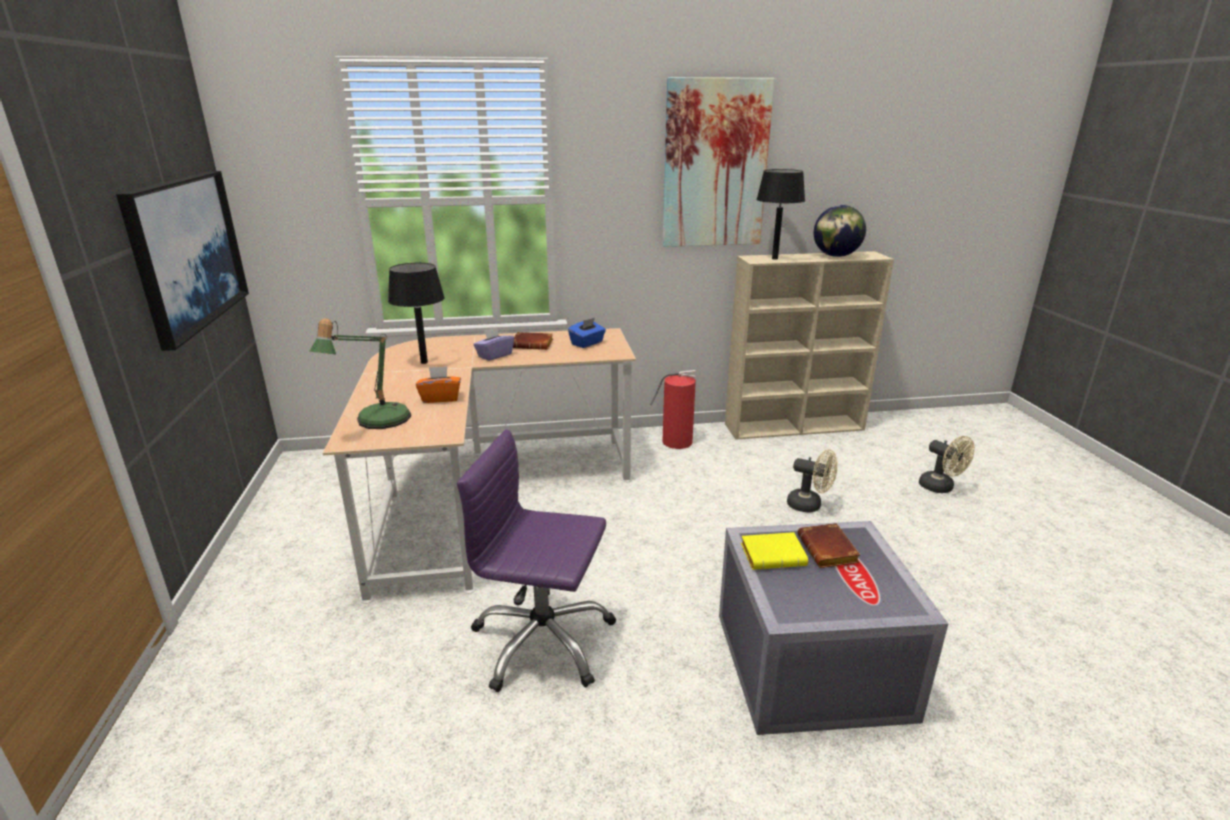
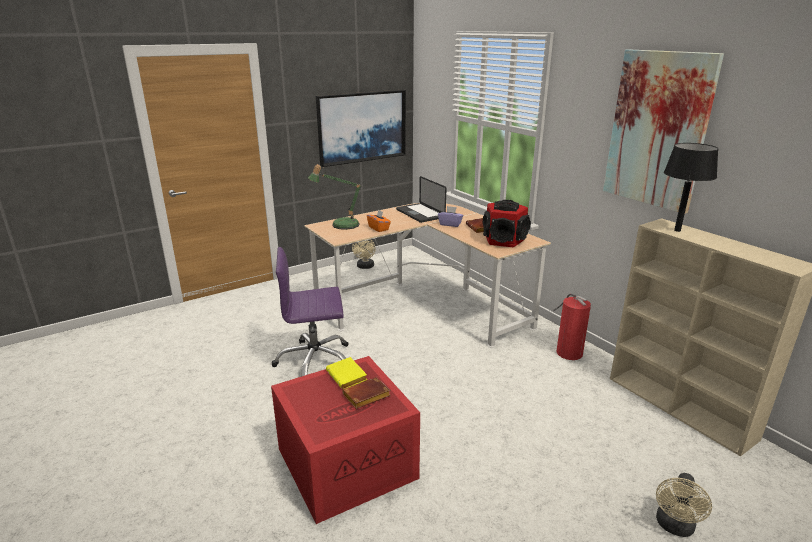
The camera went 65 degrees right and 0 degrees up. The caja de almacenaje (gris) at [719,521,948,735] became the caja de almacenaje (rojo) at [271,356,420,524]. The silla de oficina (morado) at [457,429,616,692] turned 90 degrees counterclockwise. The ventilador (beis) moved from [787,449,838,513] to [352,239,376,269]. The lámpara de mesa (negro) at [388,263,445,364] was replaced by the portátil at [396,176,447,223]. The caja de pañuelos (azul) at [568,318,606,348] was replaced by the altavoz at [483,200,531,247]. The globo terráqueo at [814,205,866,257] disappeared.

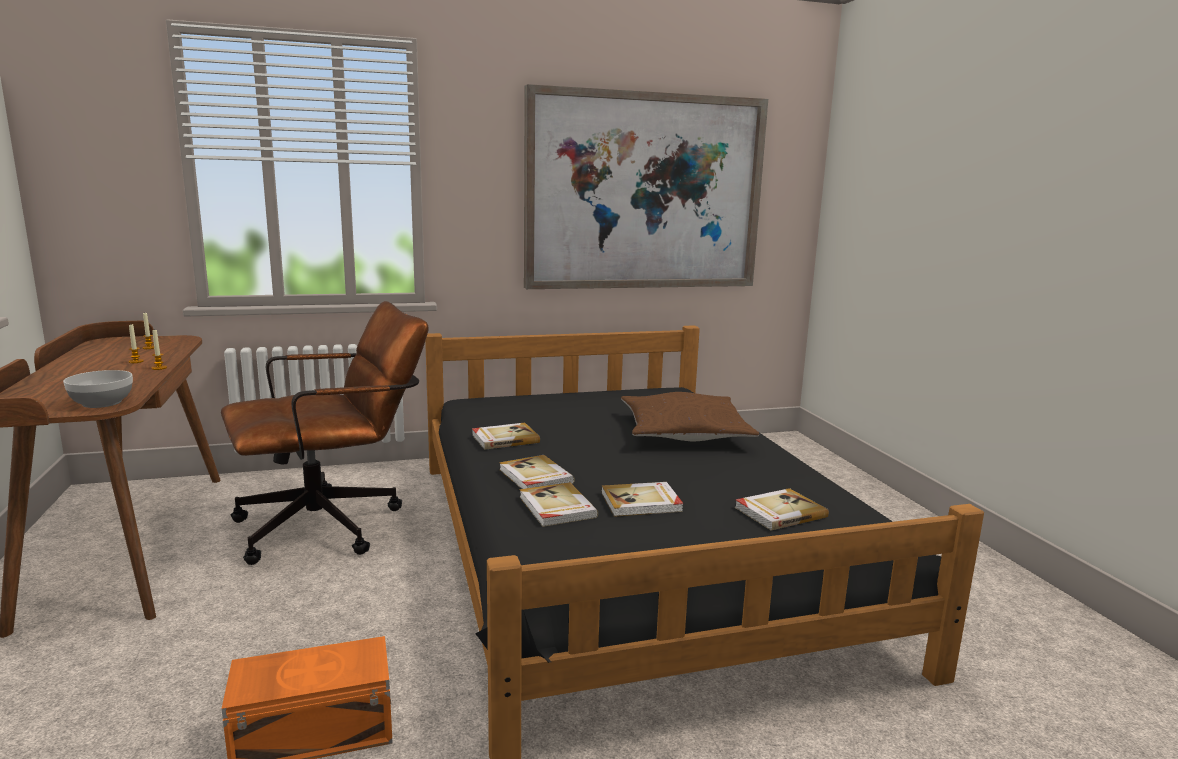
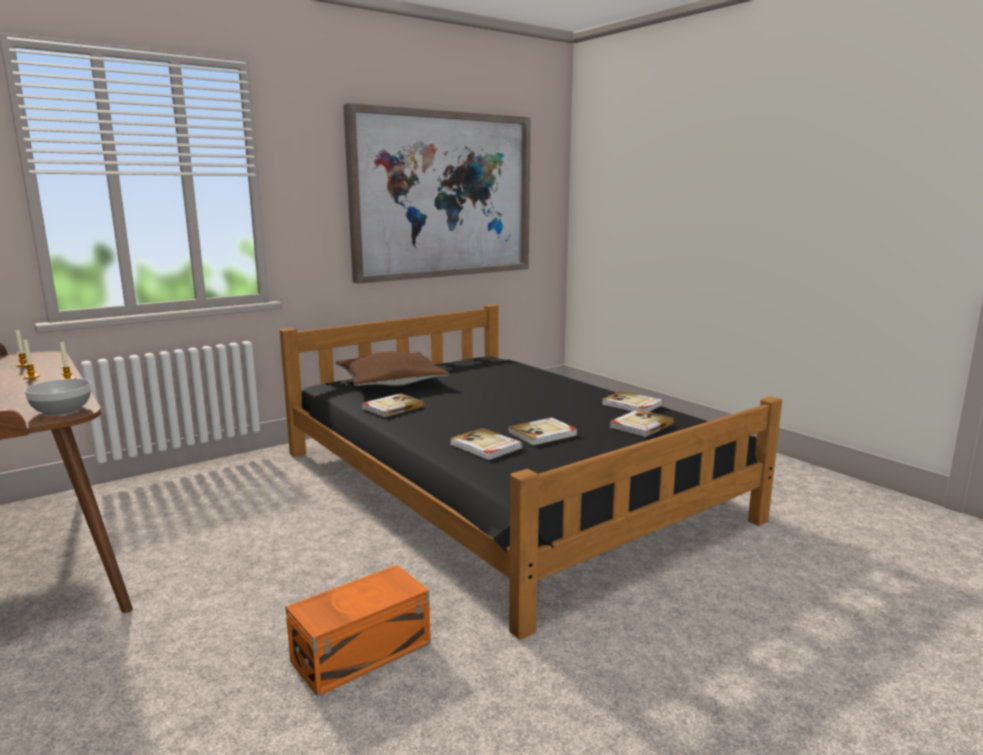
The camera went 20 degrees left and 0 degrees up. The cojín (marrón) moved from [621,392,759,441] to [335,351,450,386]. The libro moved from [499,455,575,489] to [602,391,663,412]. The silla de oficina (marrón) at [221,301,429,565] disappeared.

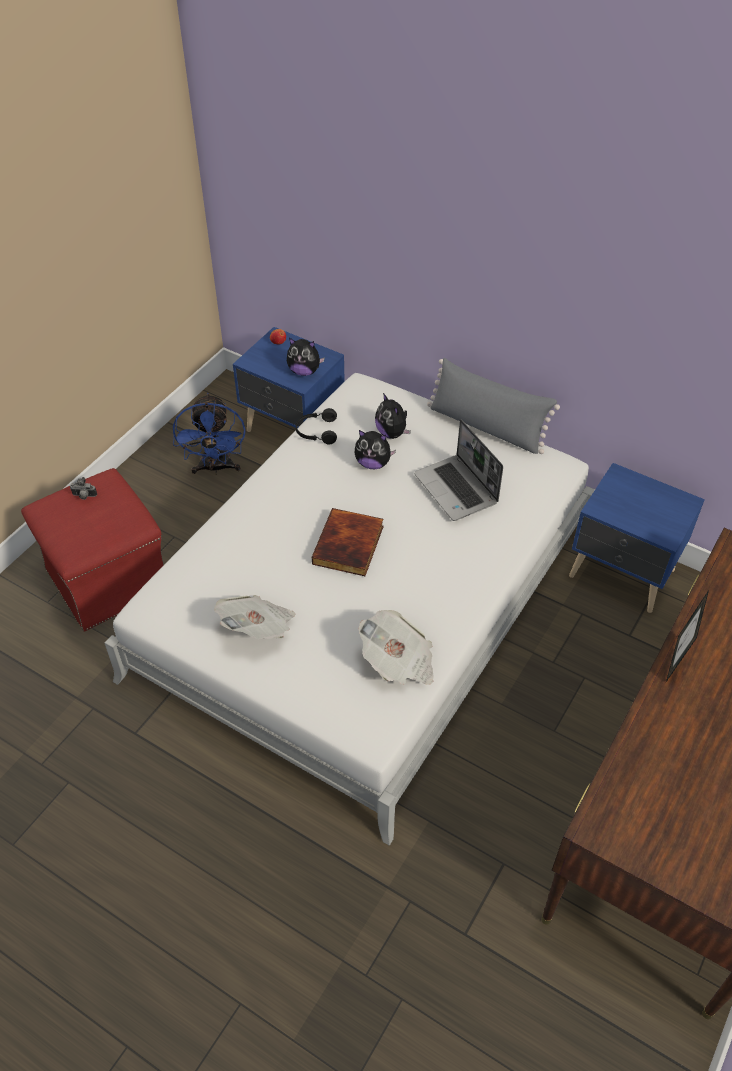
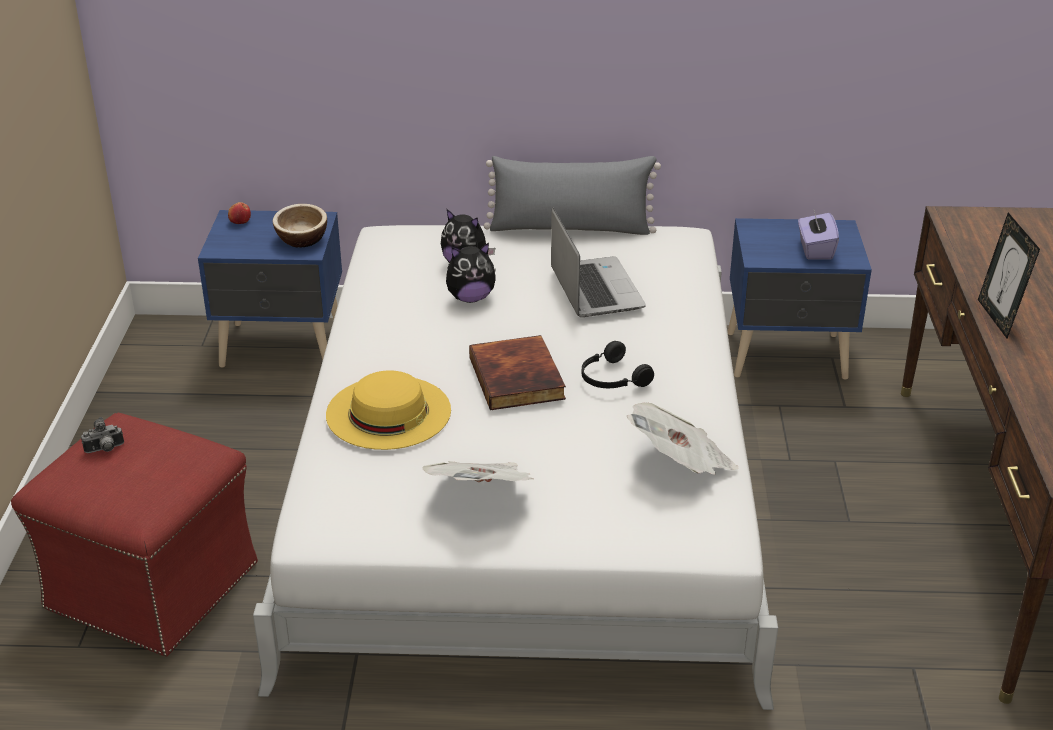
The camera went 30 degrees left and 15 degrees down. The peluche at [287,338,325,376] was replaced by the cuenco at [273,204,327,247]. The sombrero (amarillo) at [326,371,451,450] appeared. The portátil at [414,419,503,521] turned 135 degrees counterclockwise. The auriculares (negro) moved from [296,408,337,445] to [582,341,654,388]. The caja de pañuelos (morado) at [798,210,839,260] appeared. The ventilador (azul) at [173,393,246,475] disappeared.

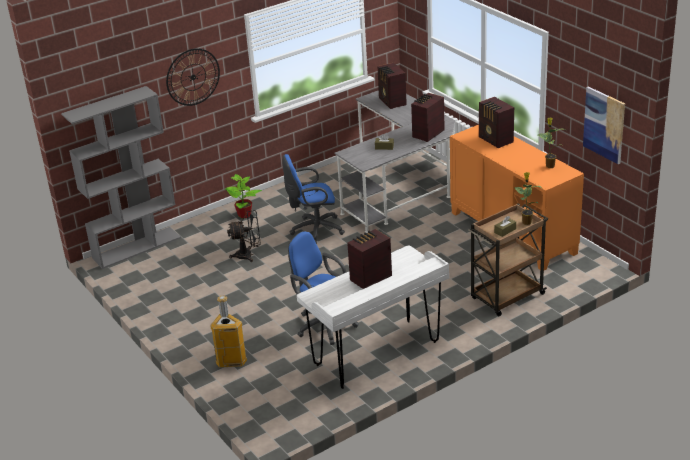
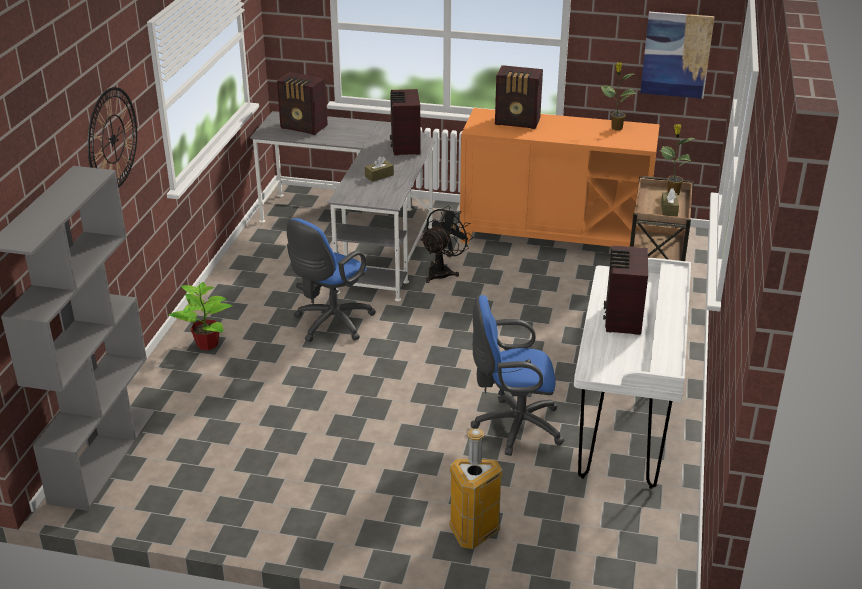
The camera went 45 degrees left and 0 degrees up. The ventilador (negro) moved from [227,210,261,262] to [421,205,473,283].

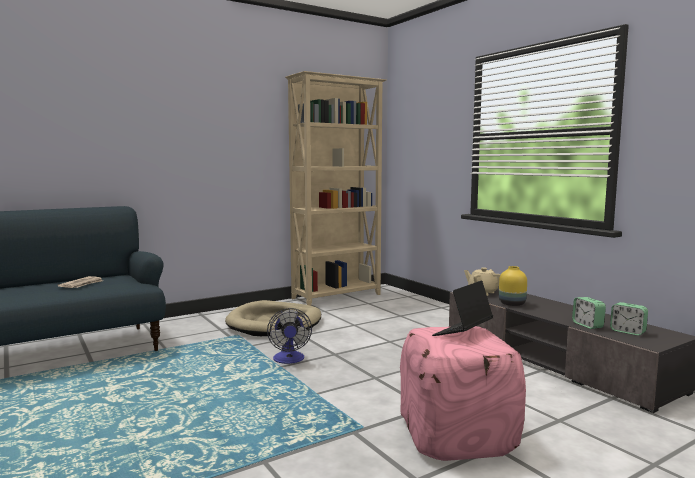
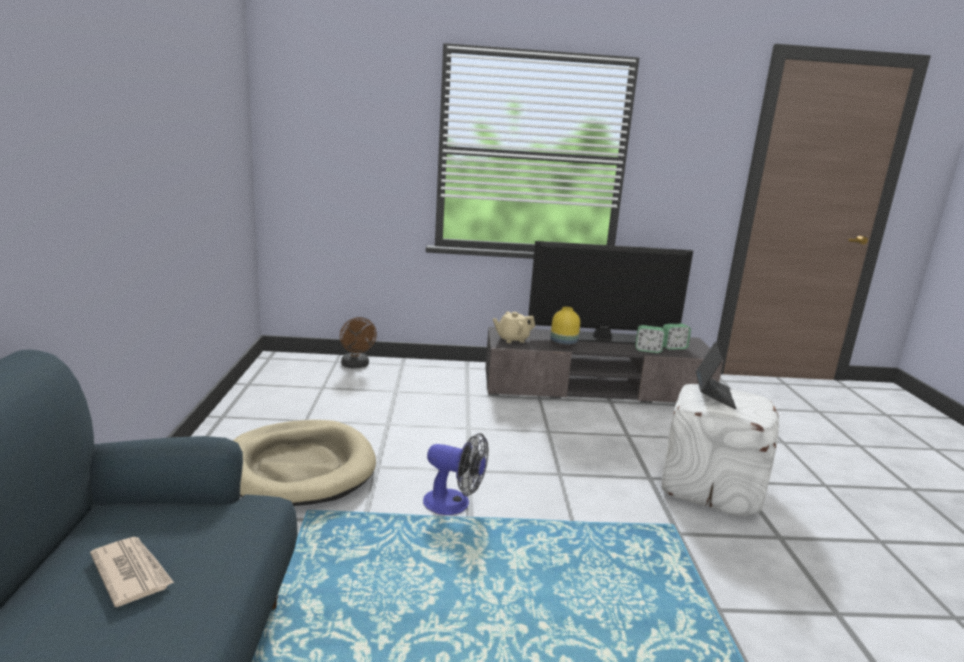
The camera went 60 degrees left and 10 degrees up. The ventilador (marrón) at [340,317,377,368] appeared. The televisor at [528,241,693,344] appeared. The puf (rosa) at [400,326,526,461] became the puf (blanco) at [661,384,779,516]. The portátil at [432,280,493,336] turned 150 degrees counterclockwise. The estantería (beis) at [285,71,386,306] disappeared.

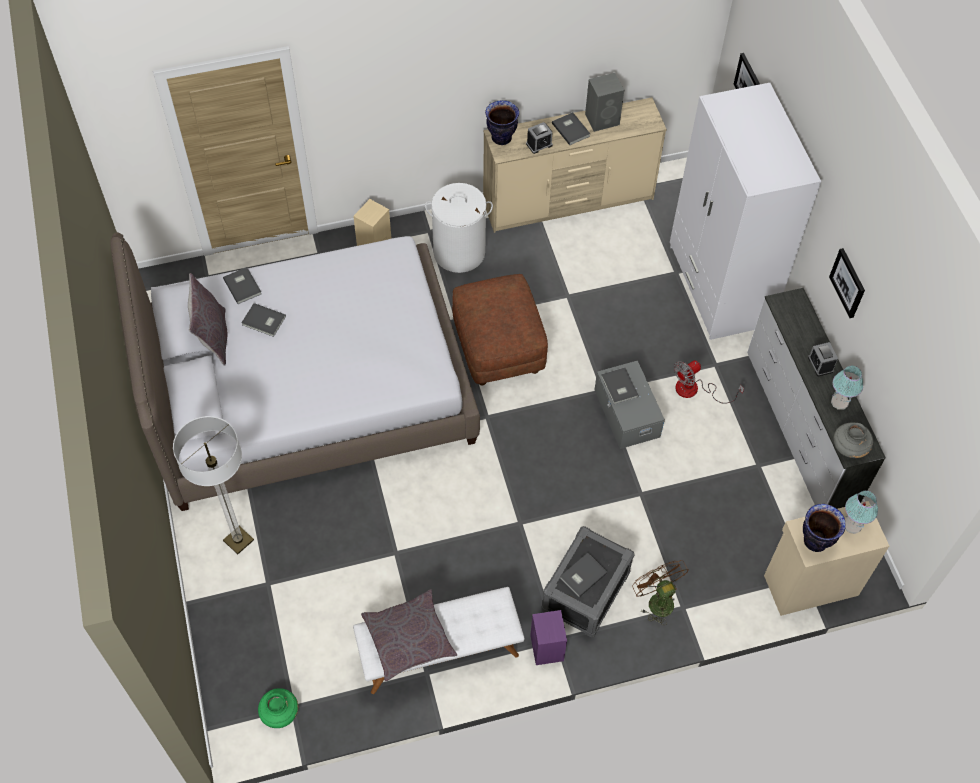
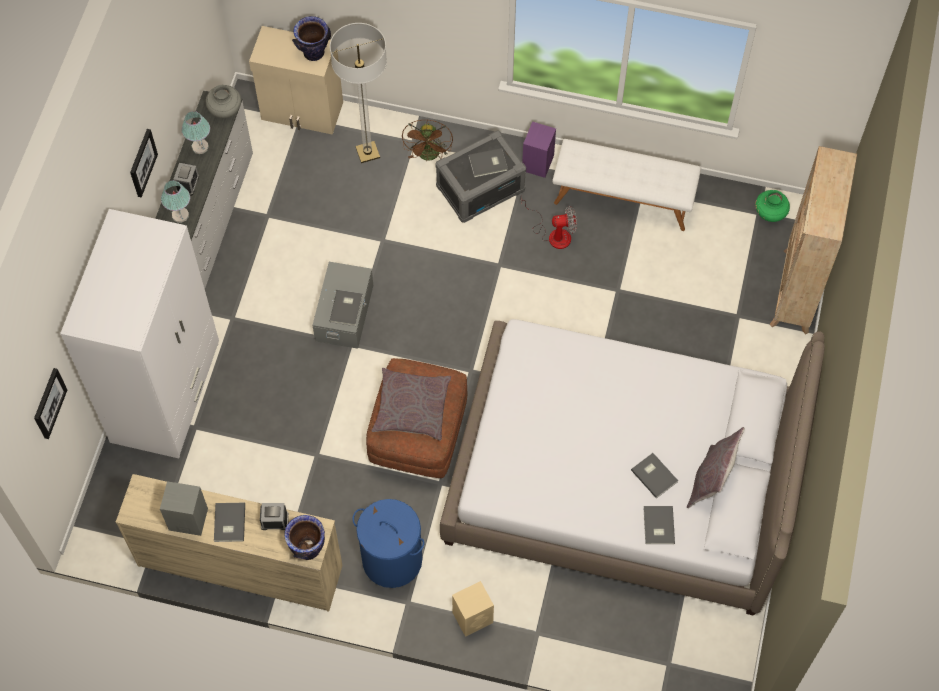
The camera went 150 degrees left and 5 degrees up. The lámpara de mesa moved from [845,491,878,534] to [161,180,190,223]. The lámpara de pie moved from [173,416,254,554] to [330,23,387,163]. The cesto de la ropa (blanco) at [425,183,493,273] became the cesto de la ropa (azul) at [353,499,424,588]. The cojín (gris) moved from [361,589,457,681] to [371,368,451,440]. The ventilador moved from [674,360,744,404] to [521,197,577,249]. The estantería (beis) at [770,146,857,334] appeared.

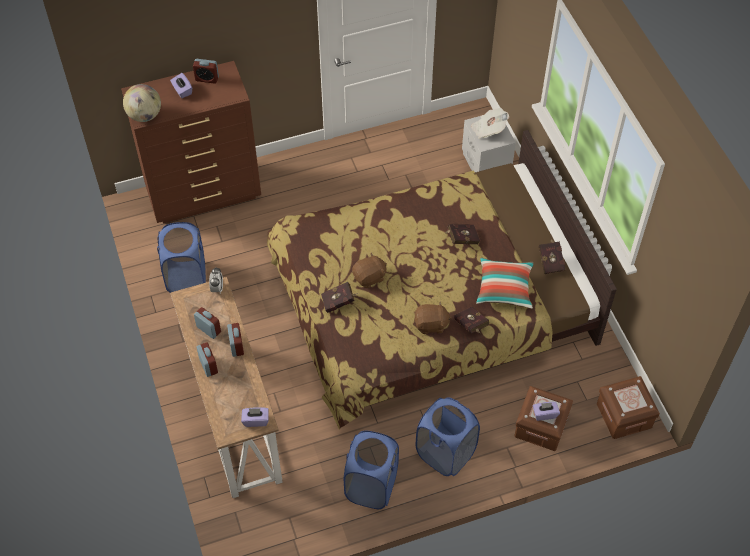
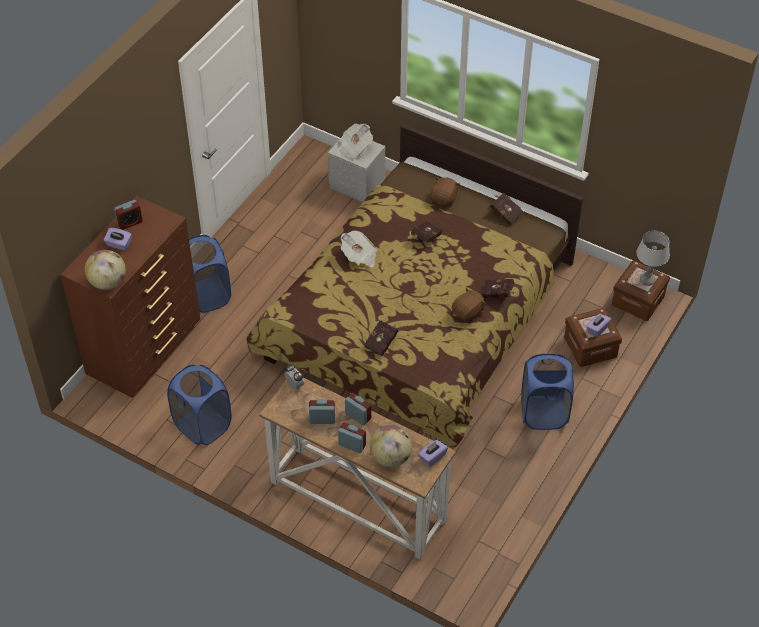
The camera went 40 degrees left and 5 degrees down. The cesto de la ropa (azul) moved from [344,431,399,509] to [189,235,231,313]. The periódico at [341,231,377,267] appeared. The globo terráqueo at [370,425,412,467] appeared. The peluche (marrón) moved from [352,252,387,288] to [431,177,460,208]. The lámpara de mesa (gris) at [636,231,670,286] appeared. The cojín at [476,258,534,309] disappeared.

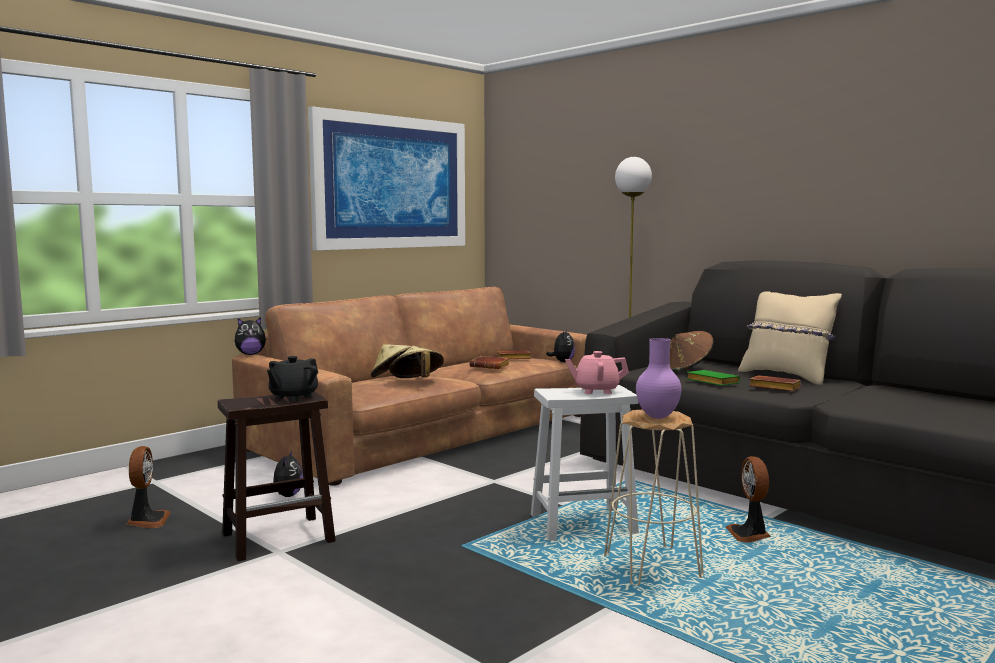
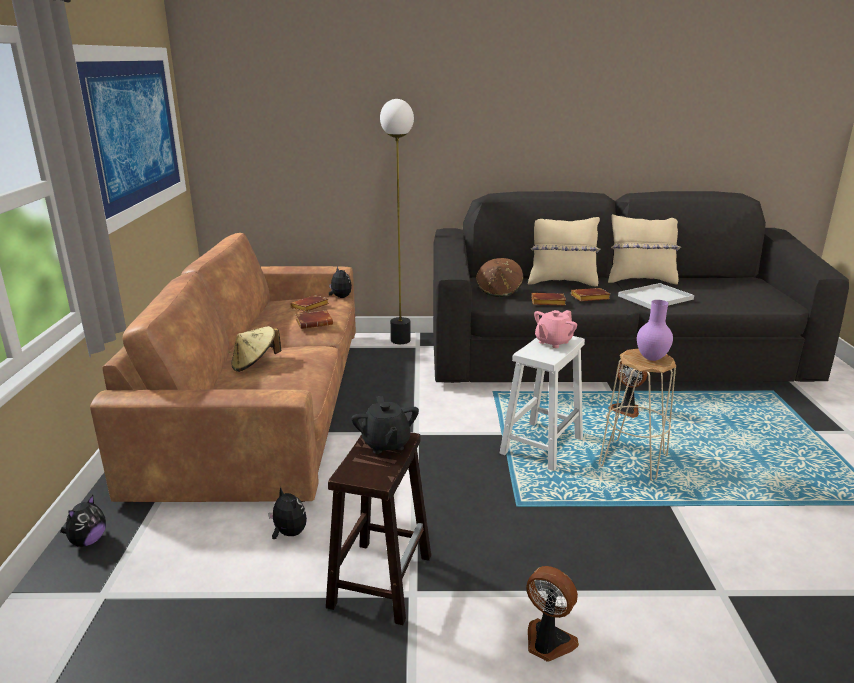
The camera went 45 degrees left and 15 degrees up. The peluche moved from [235,317,267,355] to [60,495,106,547]. The ventilador moved from [127,446,171,528] to [526,566,579,662]. The libro (verde) at [687,370,740,386] became the libro (marrón) at [531,293,566,306]. The cojín (beis) at [608,214,681,284] appeared. The bandeja (blanco) at [618,283,694,309] appeared. The sombrero (beis) at [389,346,444,378] disappeared.

